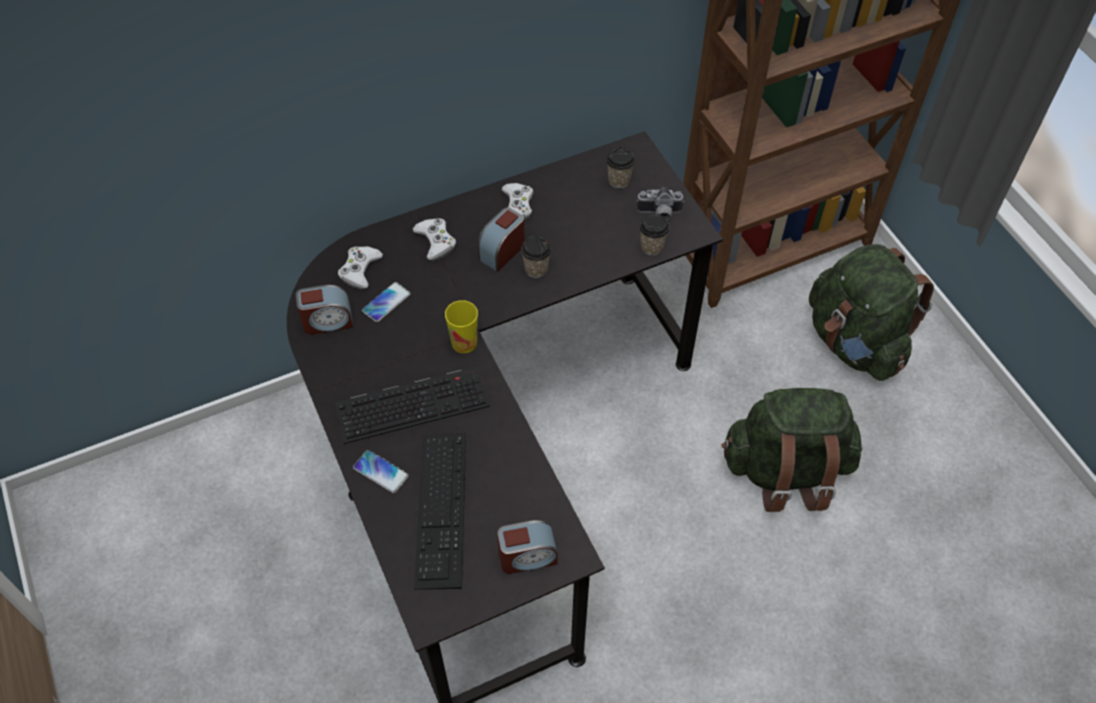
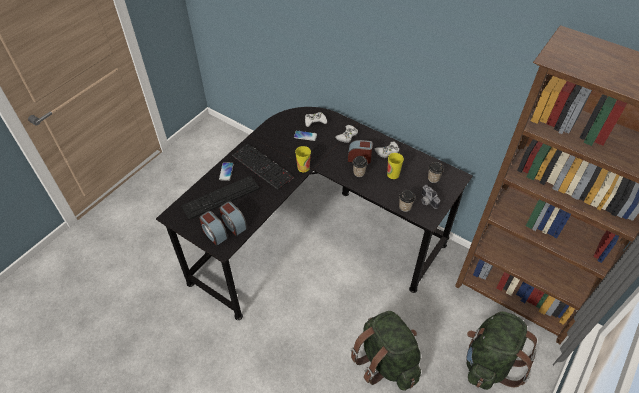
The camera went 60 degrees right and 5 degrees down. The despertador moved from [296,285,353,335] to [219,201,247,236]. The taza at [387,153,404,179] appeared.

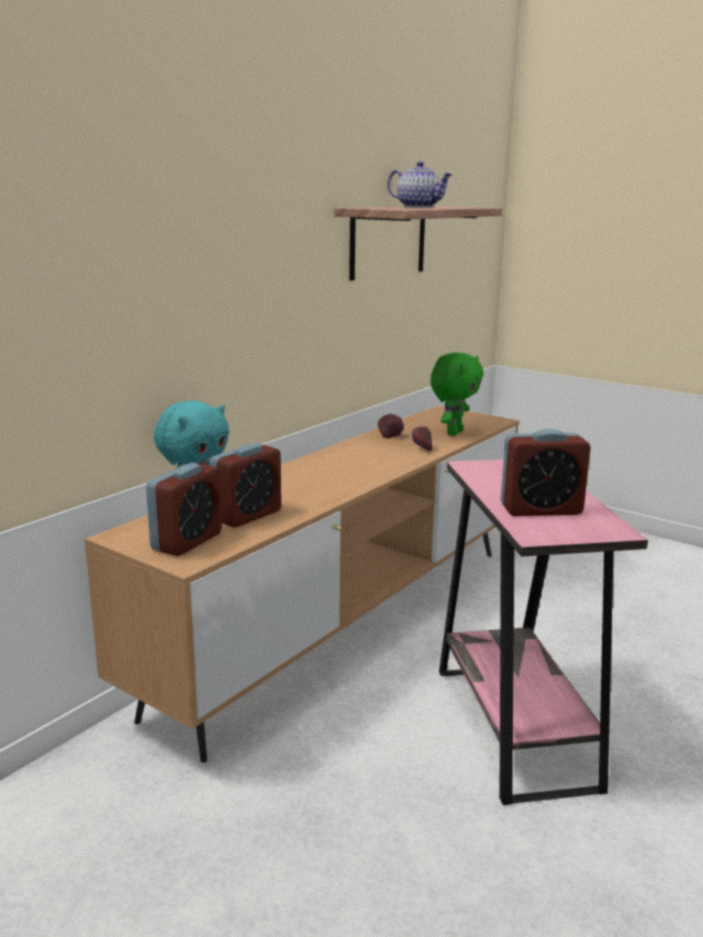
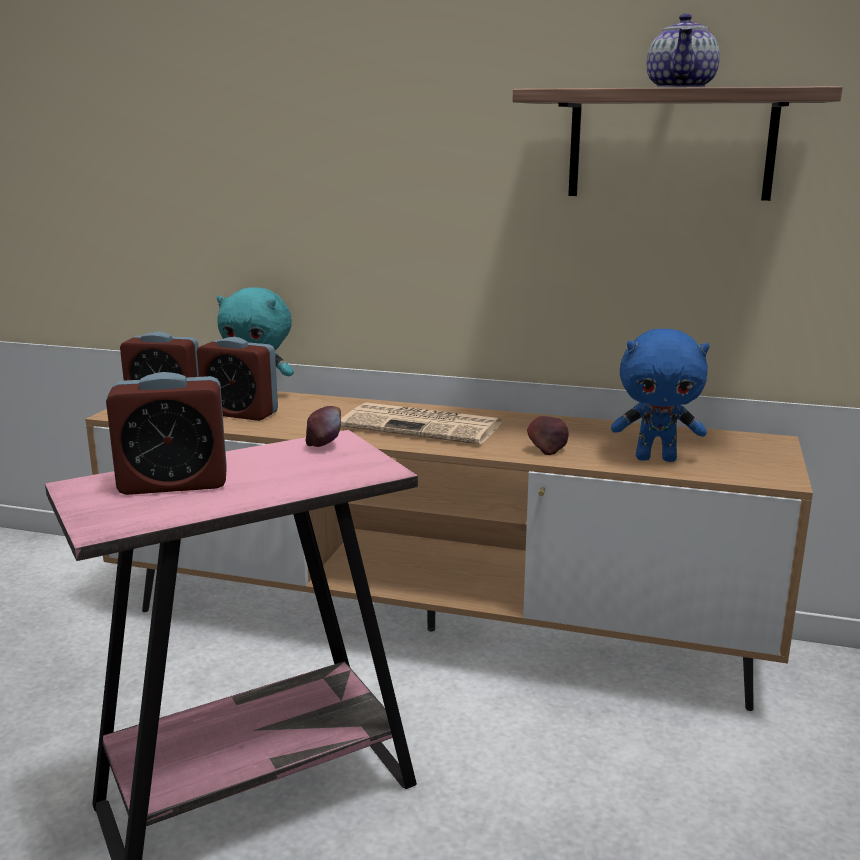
The camera went 70 degrees right and 0 degrees up. The despertador at [501,429,591,516] turned 75 degrees counterclockwise. The manzana moved from [378,414,404,438] to [306,406,341,447]. The periódico at [341,402,502,444] appeared. The peluche (verde) at [430,352,484,436] became the peluche (azul) at [611,328,710,462].

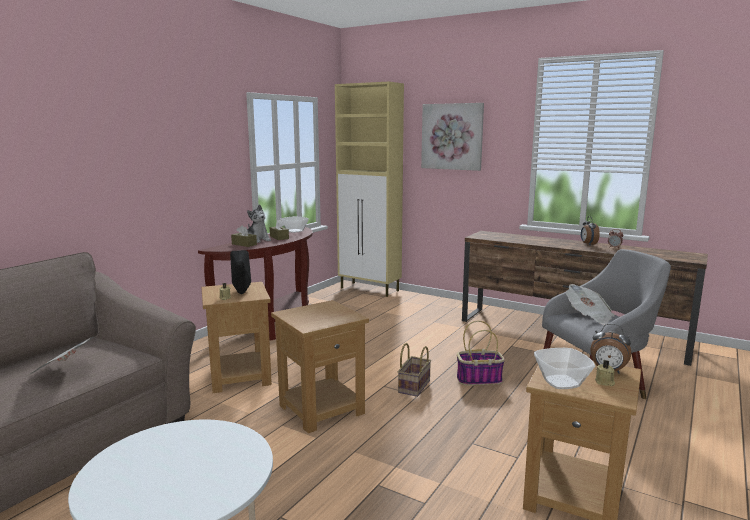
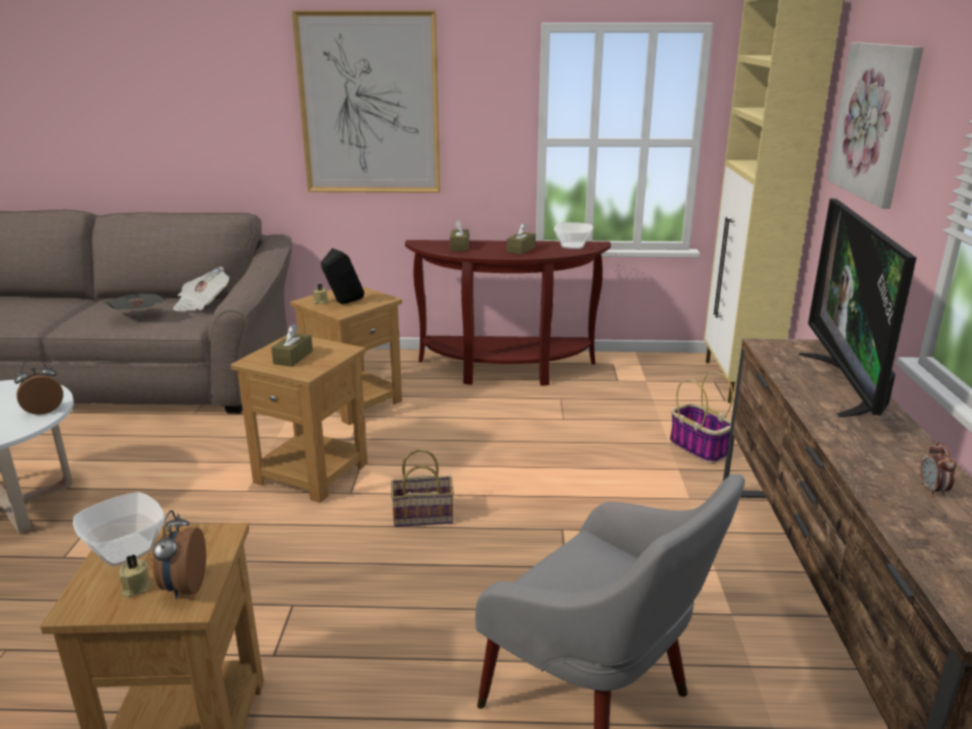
The camera went 60 degrees right and 10 degrees up. The despertador moved from [581,216,600,245] to [14,359,63,415]. The periódico moved from [566,284,615,325] to [173,267,229,311]. The caja de pañuelos (marrón) at [271,325,313,367] appeared. The cuadro at [292,10,440,193] appeared. The cesta moved from [457,321,505,386] to [670,371,733,464]. The televisor at [799,199,917,417] appeared. The peluche at [247,204,271,243] disappeared.

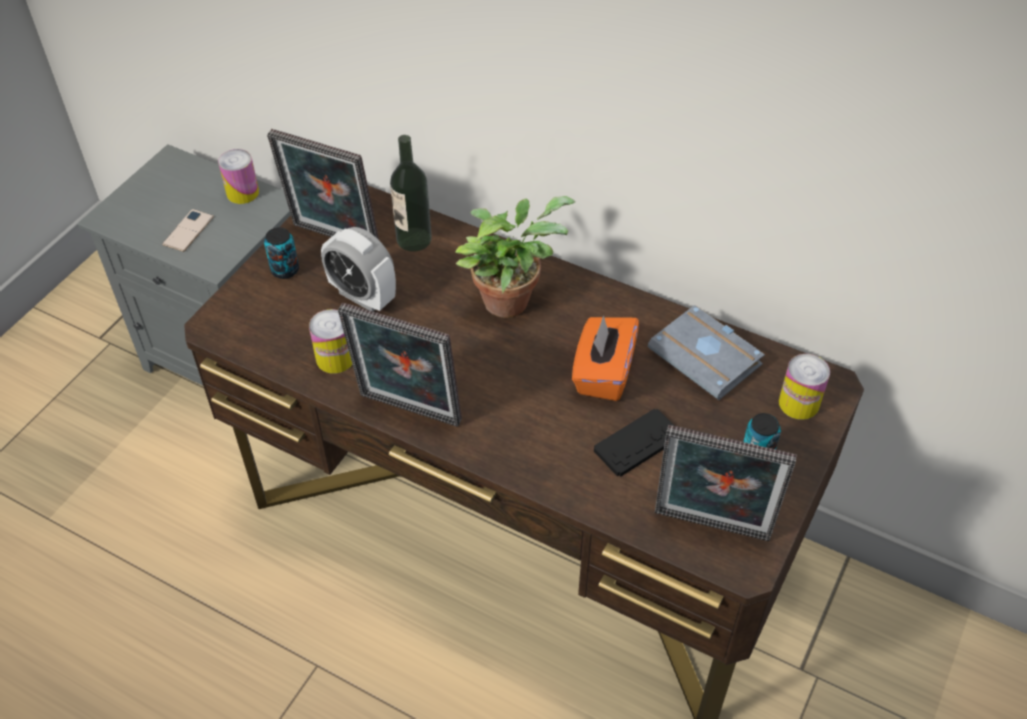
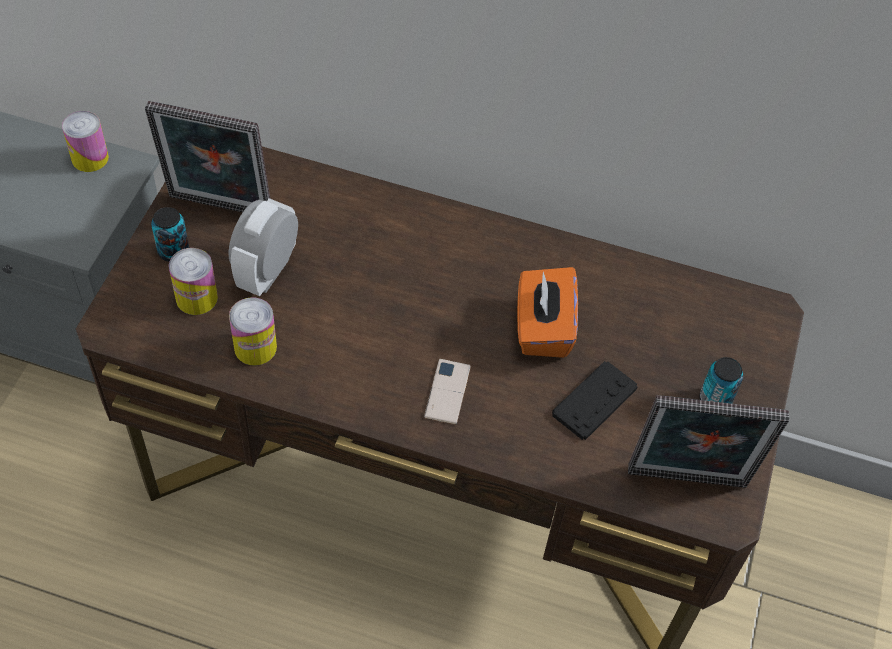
The camera went 15 degrees left and 5 degrees up. The lata moved from [779,354,830,420] to [169,248,218,315]. The despertador at [321,227,396,311] turned 90 degrees clockwise. The móvil moved from [162,209,214,252] to [424,359,471,425]. The portarretratos at [338,303,462,427] disappeared. The botella at [390,135,432,252] disappeared. The planta en maceta at [455,196,575,318] disappeared. The libro (gris) at [648,305,765,400] disappeared.

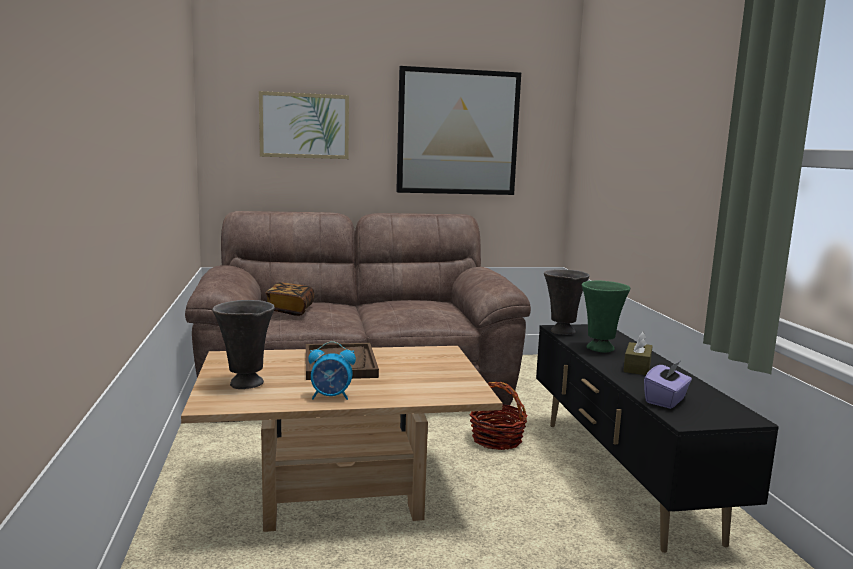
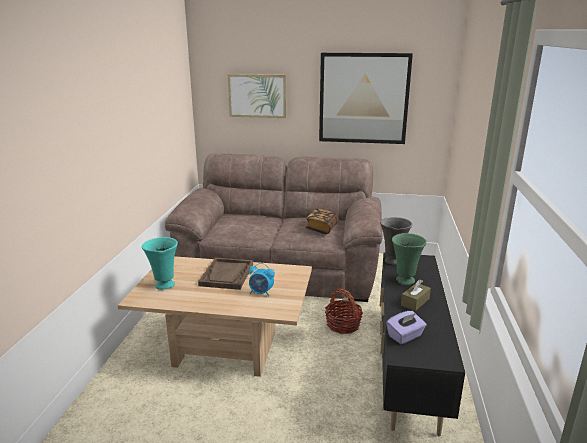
The camera went 20 degrees right and 10 degrees up. The florero (gris) at [212,300,275,389] became the florero (turquesa) at [142,237,178,290]. The despertador moved from [308,341,356,400] to [249,263,275,296]. The libro moved from [265,282,314,316] to [305,209,339,234].

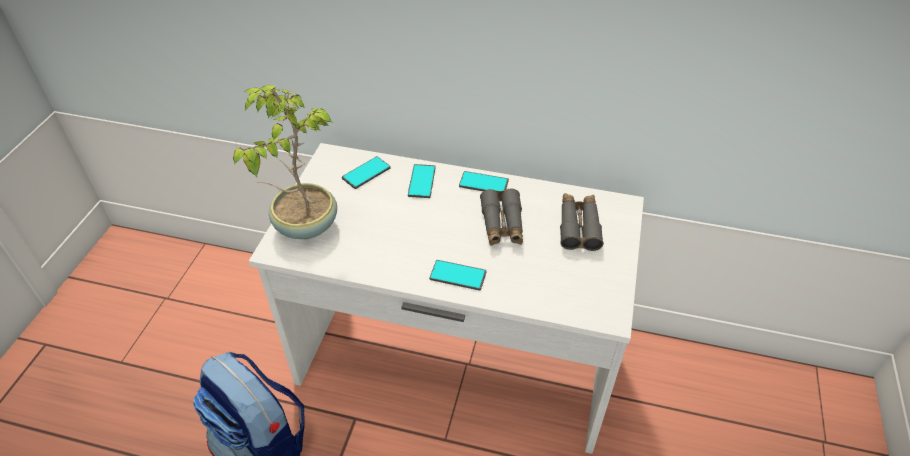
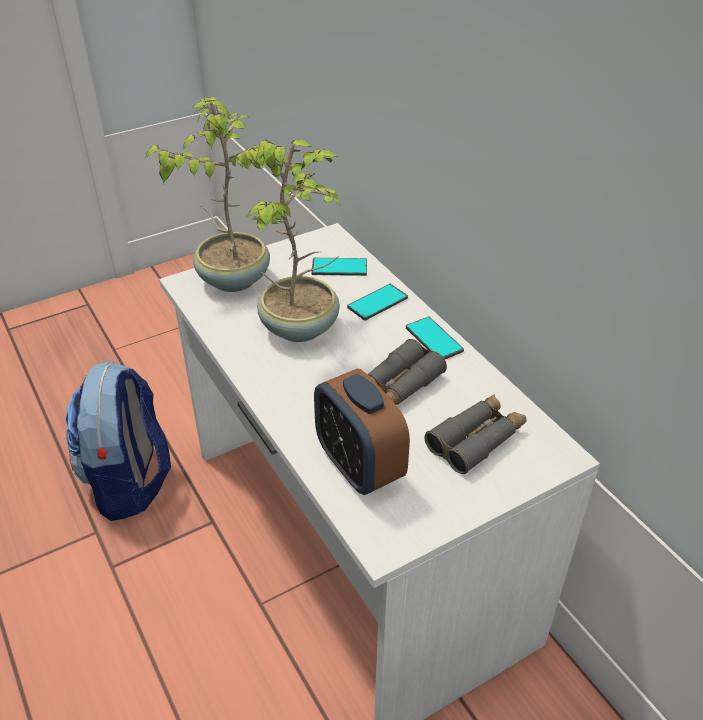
The camera went 45 degrees right and 5 degrees down. The planta en maceta at [246,139,341,342] appeared. The despertador at [314,369,410,495] appeared. The móvil at [430,260,487,291] disappeared.

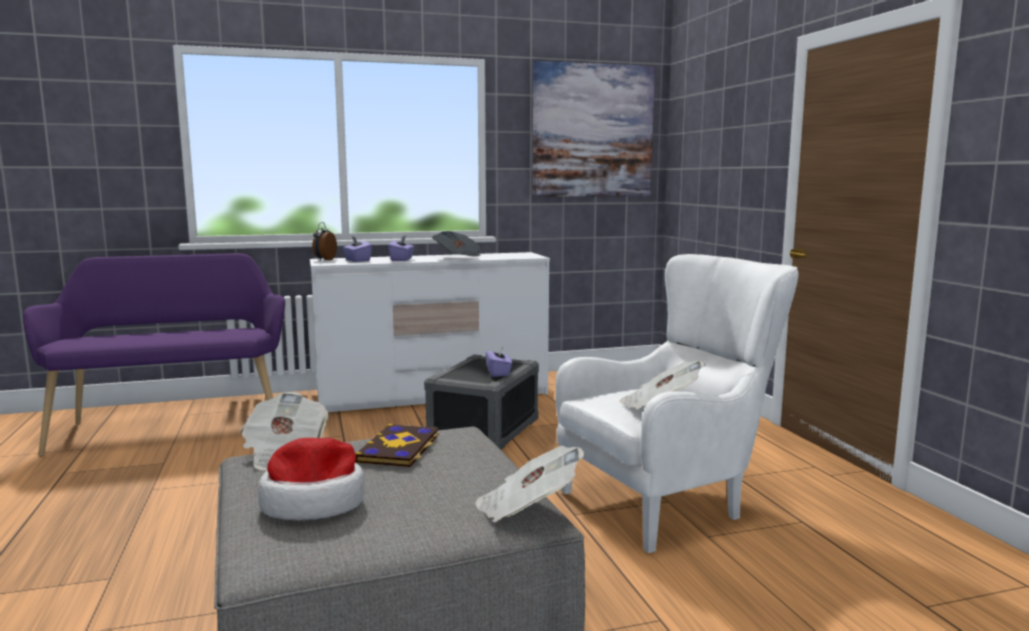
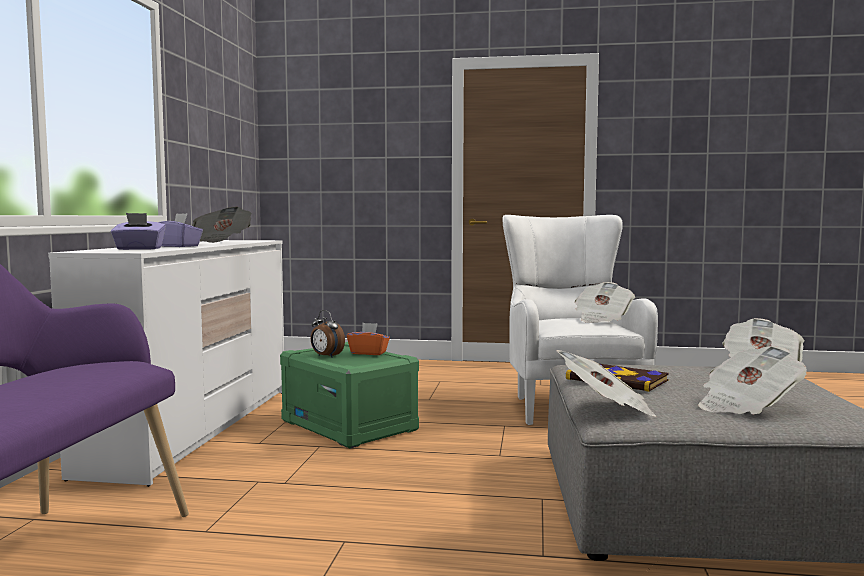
The camera went 65 degrees left and 5 degrees down. The caja de almacenaje (gris) at [424,354,539,450] became the caja de almacenaje (verde) at [280,342,419,449]. The despertador moved from [312,222,337,261] to [311,310,345,358]. The caja de pañuelos (morado) at [486,345,512,377] became the caja de pañuelos (naranja) at [347,323,390,355]. The sombrero at [258,438,365,521] was replaced by the periódico at [698,346,807,414]. The cuadro at [533,61,655,197] disappeared.

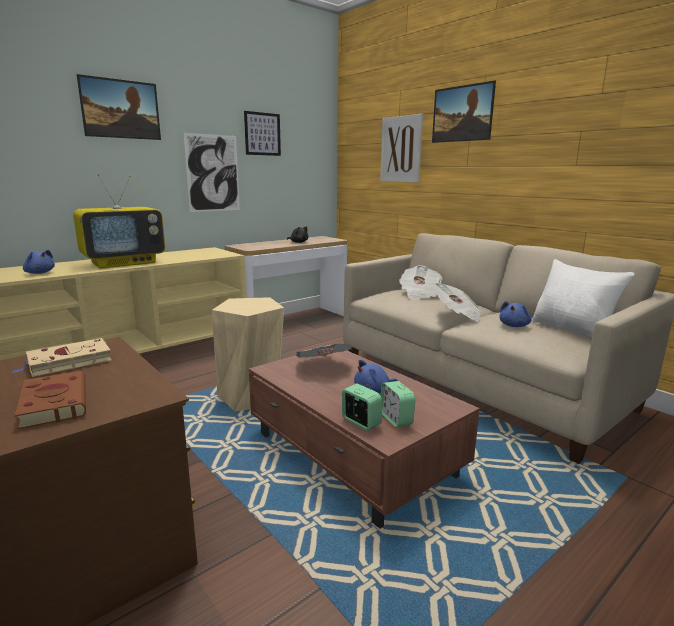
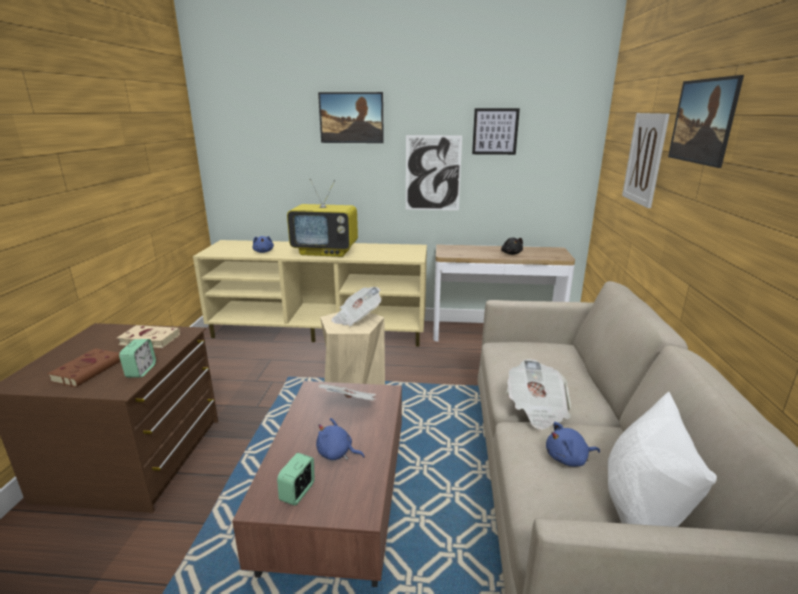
The camera went 45 degrees right and 5 degrees up. The despertador moved from [342,384,382,431] to [119,339,156,378]. The periódico moved from [399,265,442,300] to [331,287,382,326].

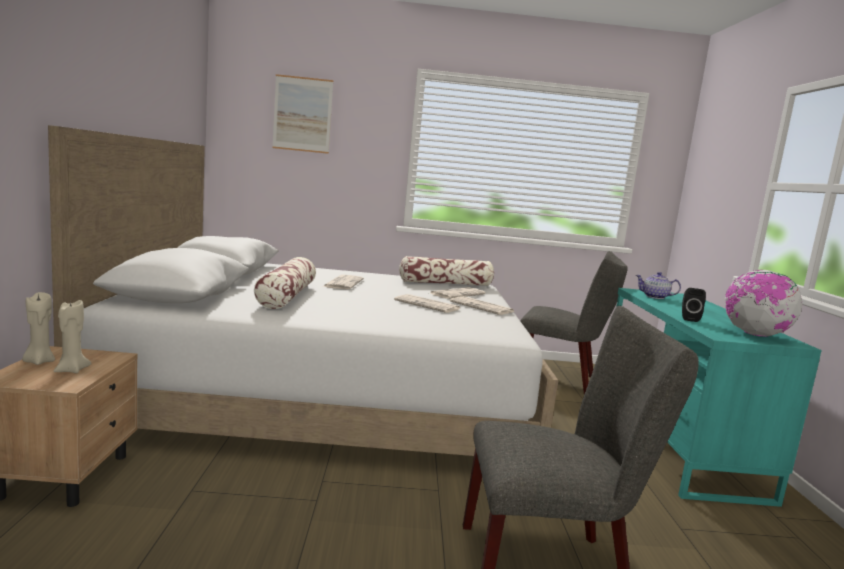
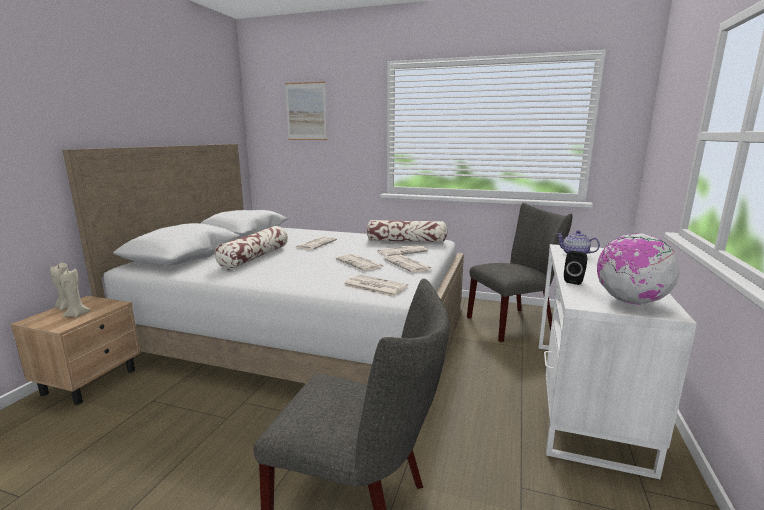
The camera went 20 degrees right and 5 degrees up. The periódico at [343,274,408,297] appeared. The silla (gris) at [520,251,628,394] turned 60 degrees counterclockwise. The escritorio (turquesa) at [617,288,822,507] became the escritorio (blanco) at [539,244,697,479].

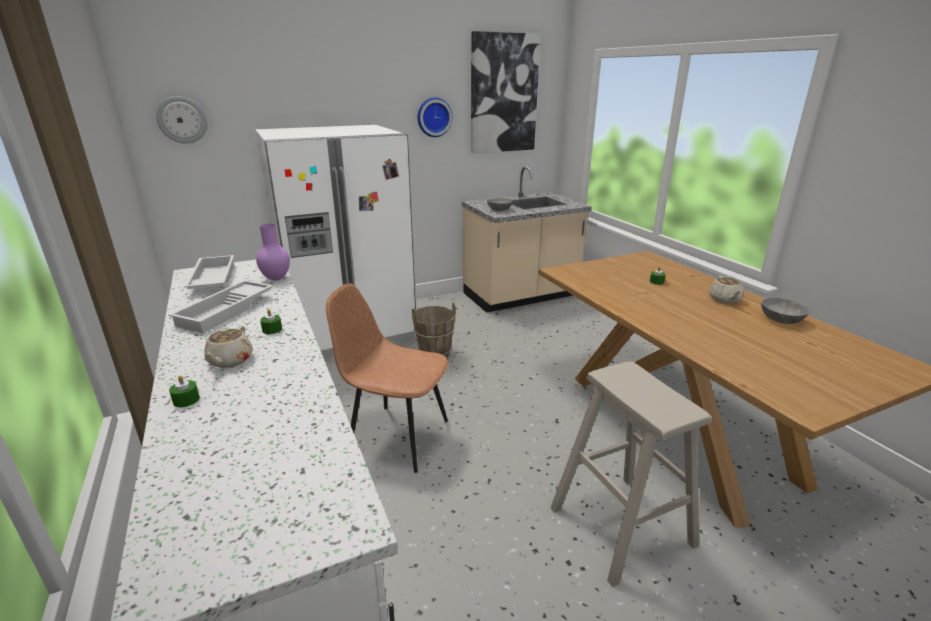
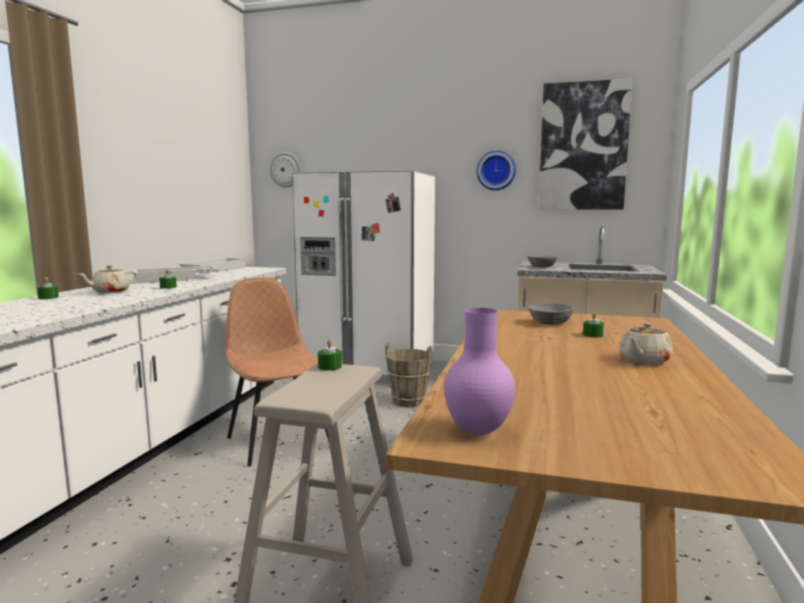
The camera went 40 degrees right and 15 degrees down. The vela (verde) at [318,339,342,371] appeared. The florero (morado) moved from [256,224,290,281] to [444,308,515,435]. The cuenco (gris) moved from [761,298,810,324] to [528,303,574,325].

